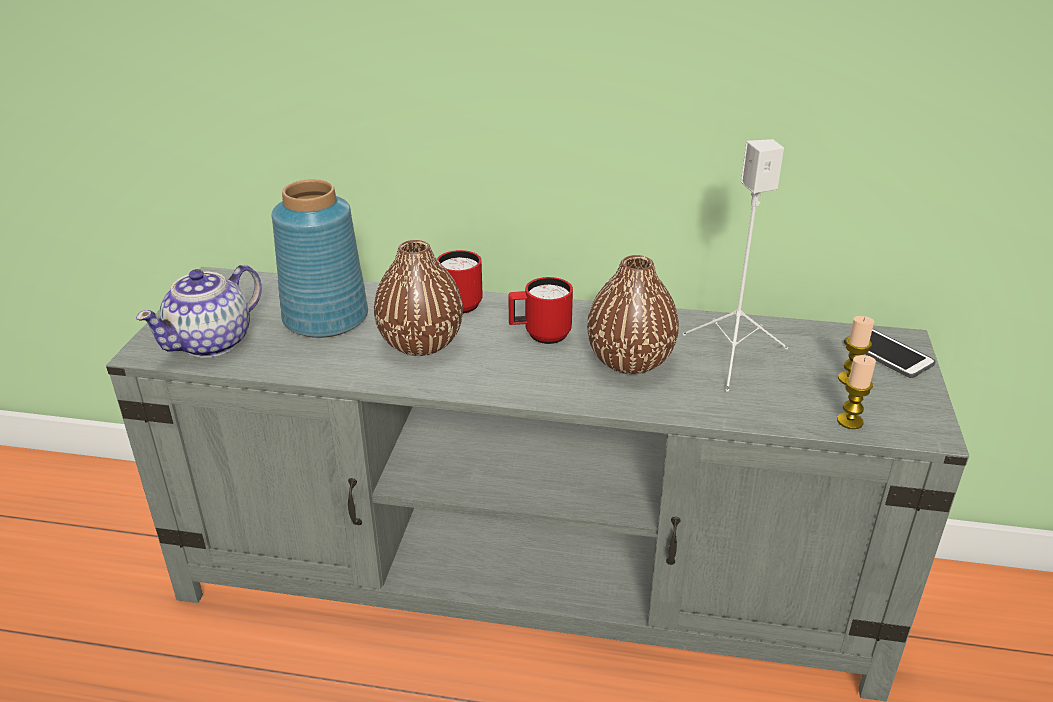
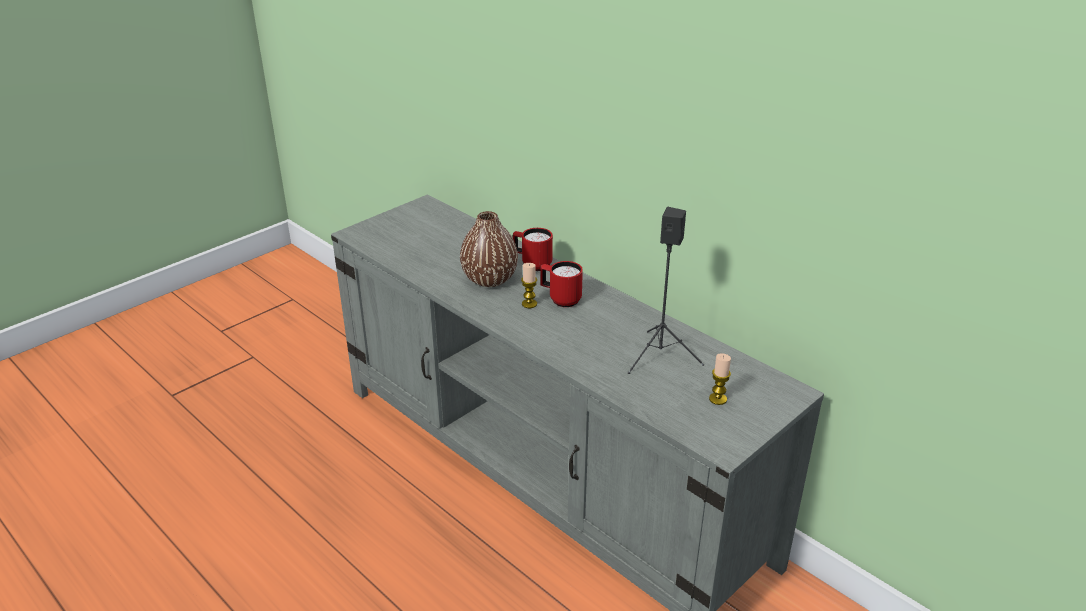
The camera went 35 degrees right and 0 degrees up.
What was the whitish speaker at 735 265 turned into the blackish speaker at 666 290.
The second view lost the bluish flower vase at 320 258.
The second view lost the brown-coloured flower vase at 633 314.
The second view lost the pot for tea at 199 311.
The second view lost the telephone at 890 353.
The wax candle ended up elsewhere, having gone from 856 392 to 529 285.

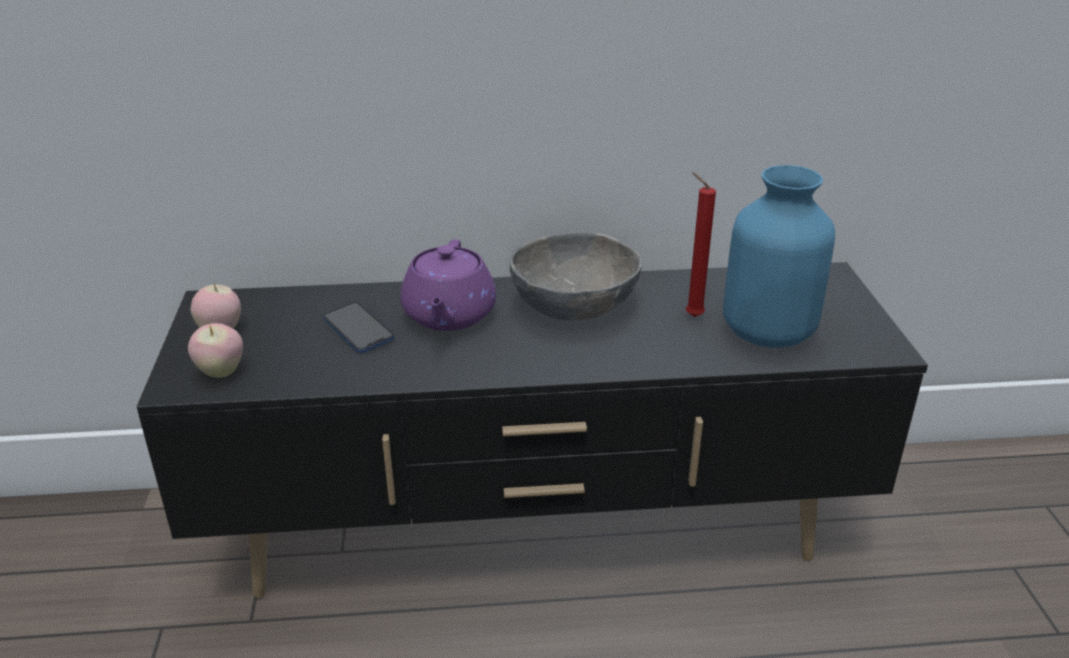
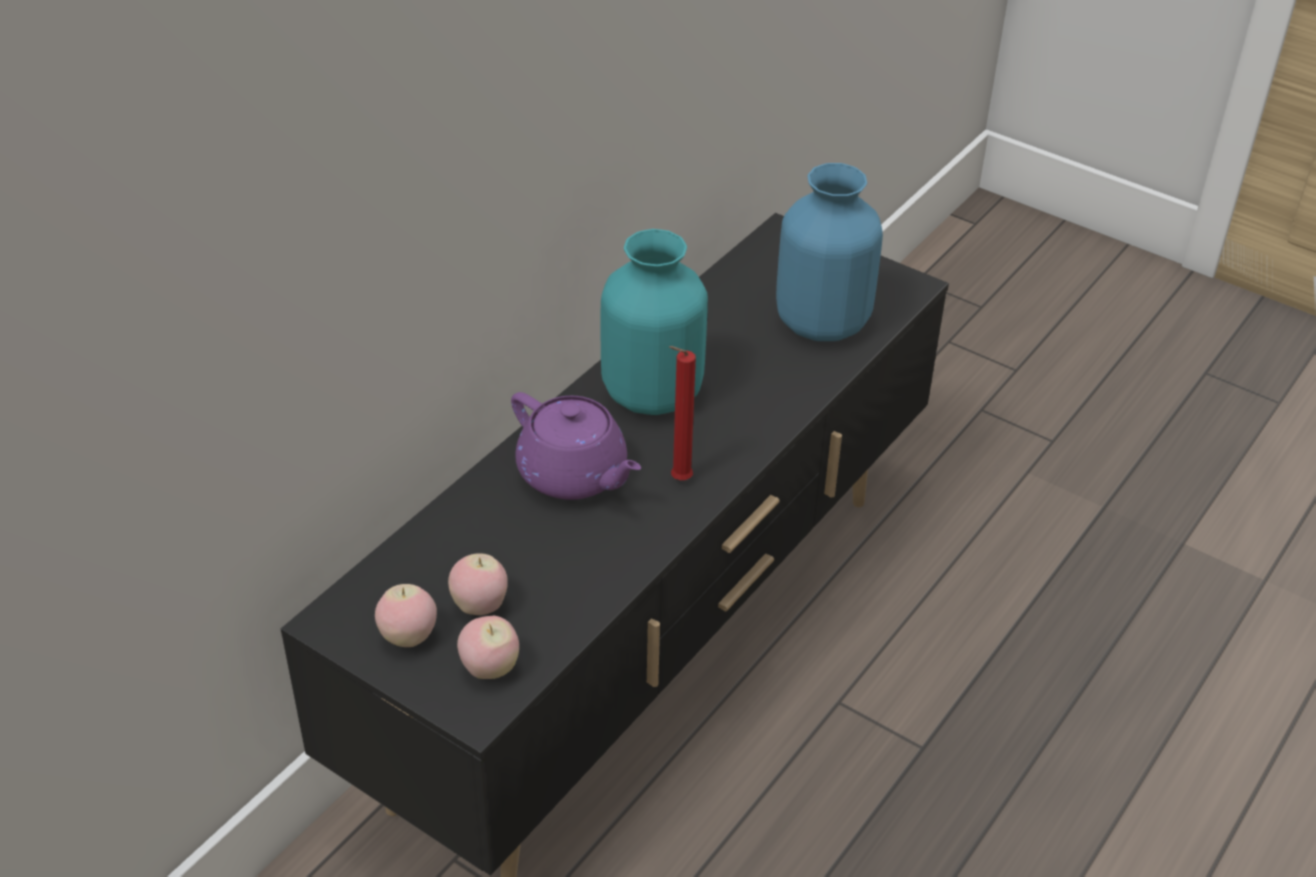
The camera went 50 degrees left and 10 degrees up.
The reddish wax candle ended up elsewhere, having gone from 701 244 to 682 413.
Where the grey bowl stood at 576 276, the blue-green flower vase came to stand at 654 322.
The second view lost the telephone at 358 327.
The second view gained the apple fruit at 478 584.

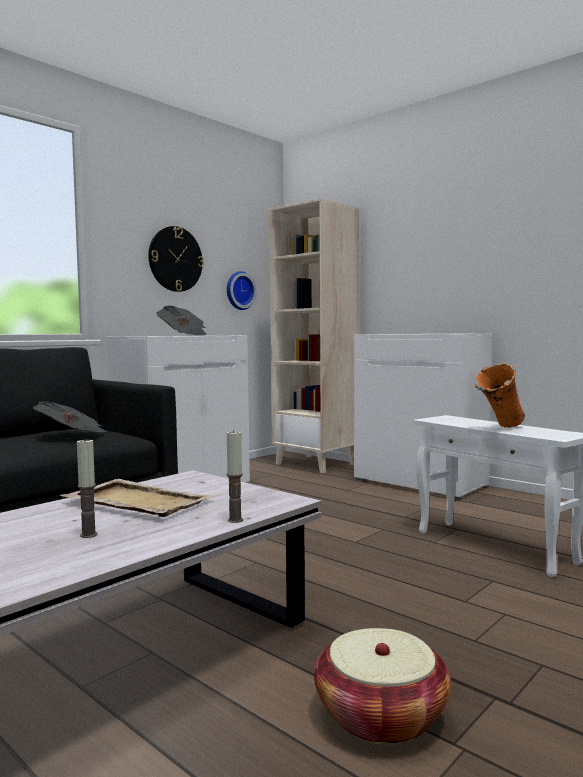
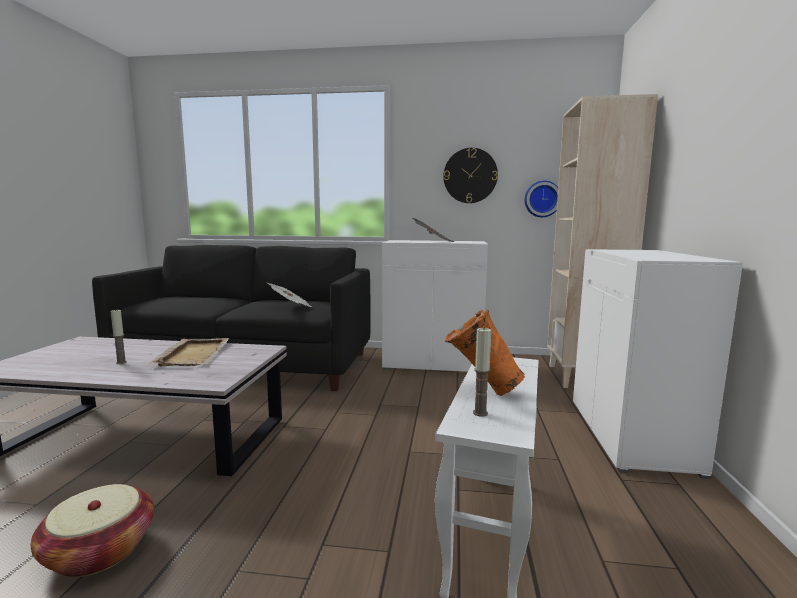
The camera went 55 degrees right and 5 degrees up.
The wax candle ended up elsewhere, having gone from 235 476 to 482 372.

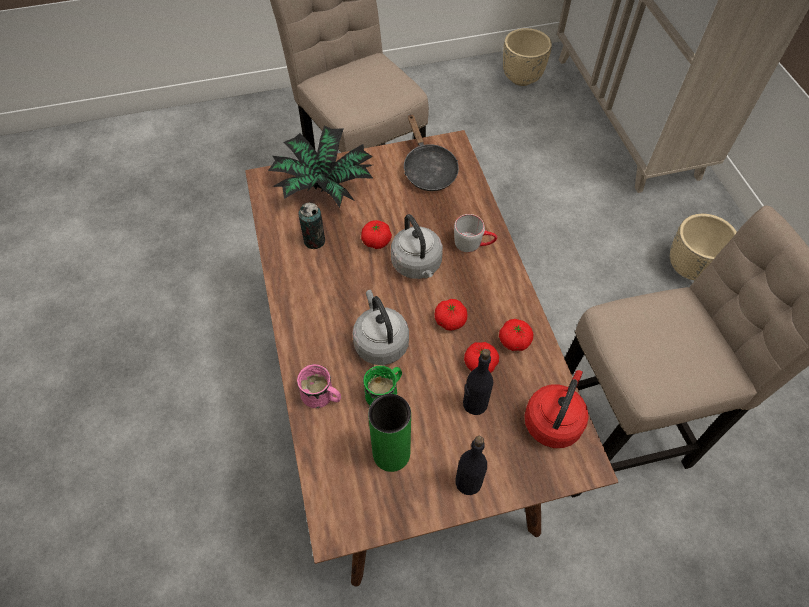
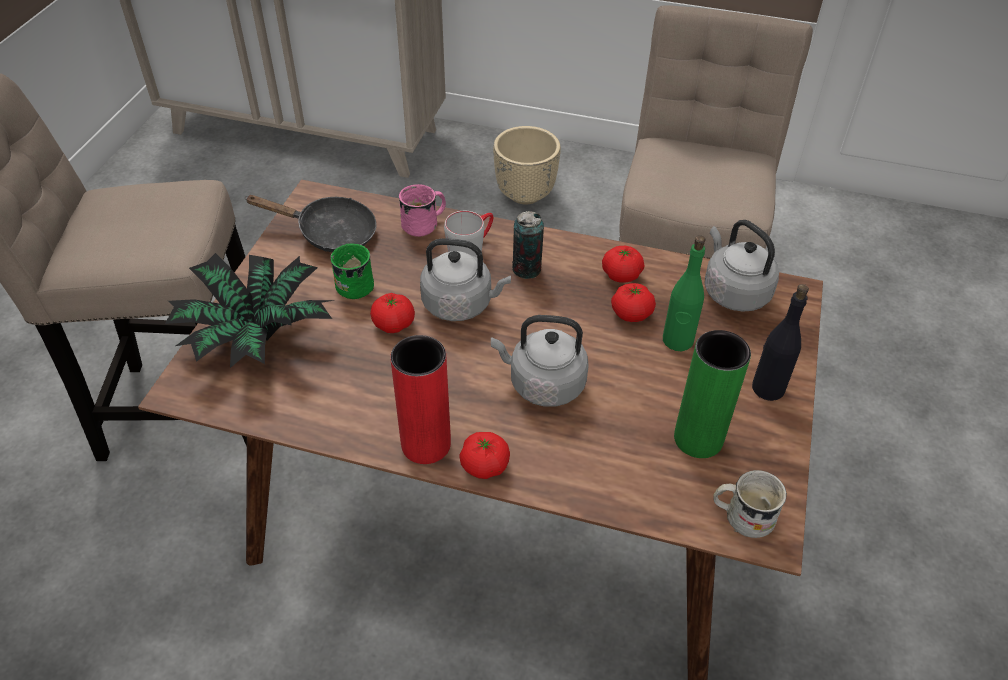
The camera went 60 degrees left and 10 degrees down.
The second view lost the sand-coloured planter at 527 57.
The can ended up elsewhere, having gone from 311 225 to 528 245.
The fresh tomato ended up elsewhere, having gone from 451 315 to 484 455.
What was the blackish bottle at 478 382 turned into the green-coloured bottle at 684 293.
The pink coffee mug ended up elsewhere, having gone from 319 386 to 422 210.
The green-coloured coffee mug ended up elsewhere, having gone from 382 385 to 352 271.
What was the reddish kettle at 556 409 turned into the grey kettle at 741 266.
The second view gained the reddish flower vase at 420 399.
The second view gained the whitish coffee mug at 750 504.

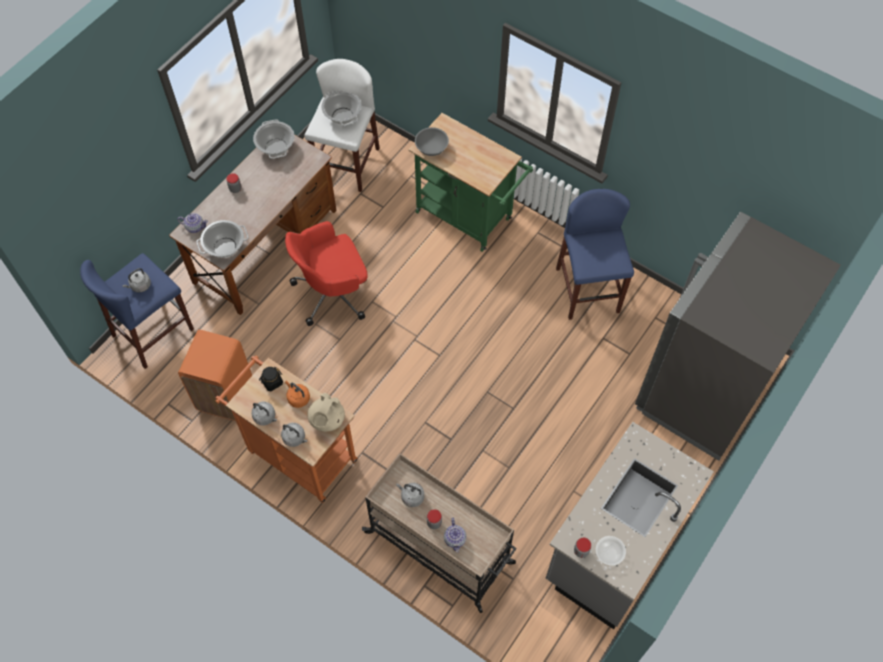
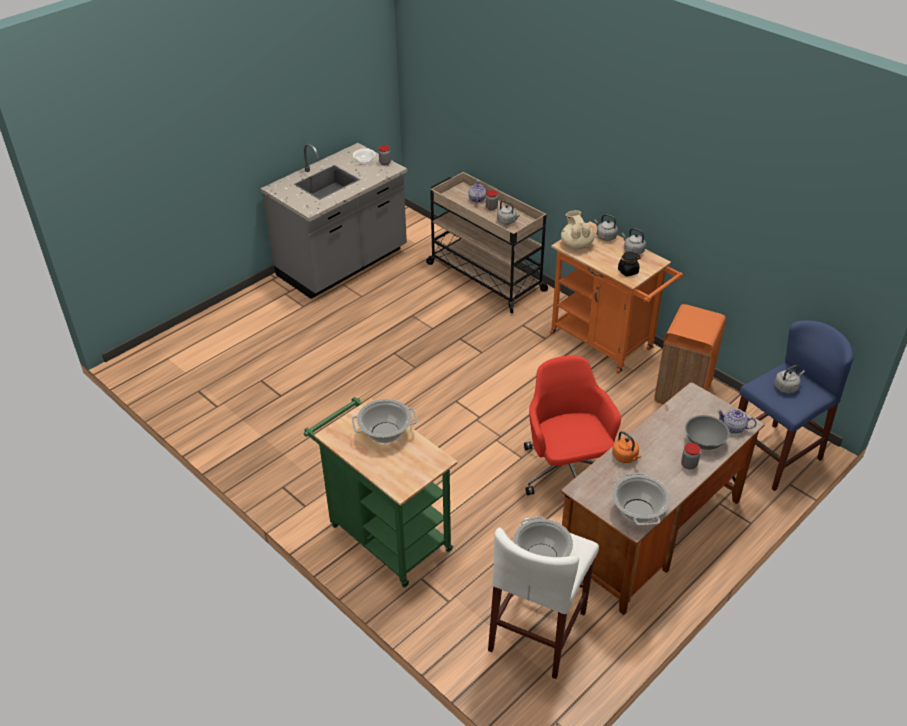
The camera went 170 degrees left and 20 degrees down.
The grey bowl ended up elsewhere, having gone from 432 141 to 707 432.
The second view lost the bluish stool at 595 254.
The second view lost the grey refrigerator at 738 336.
The saucepot ended up elsewhere, having gone from 222 239 to 384 421.
The reddish computer chair at 326 273 ended up facing another way, 90 degrees counterclockwise from before.
The orange kettle ended up elsewhere, having gone from 297 394 to 626 447.
The sand-coloured pot for tea at 326 412 ended up facing another way, 45 degrees counterclockwise from before.

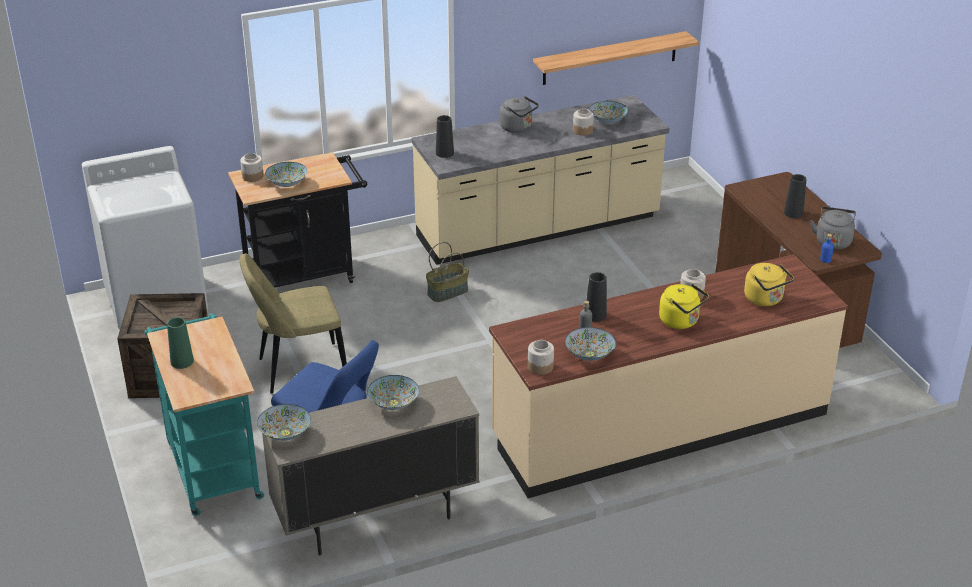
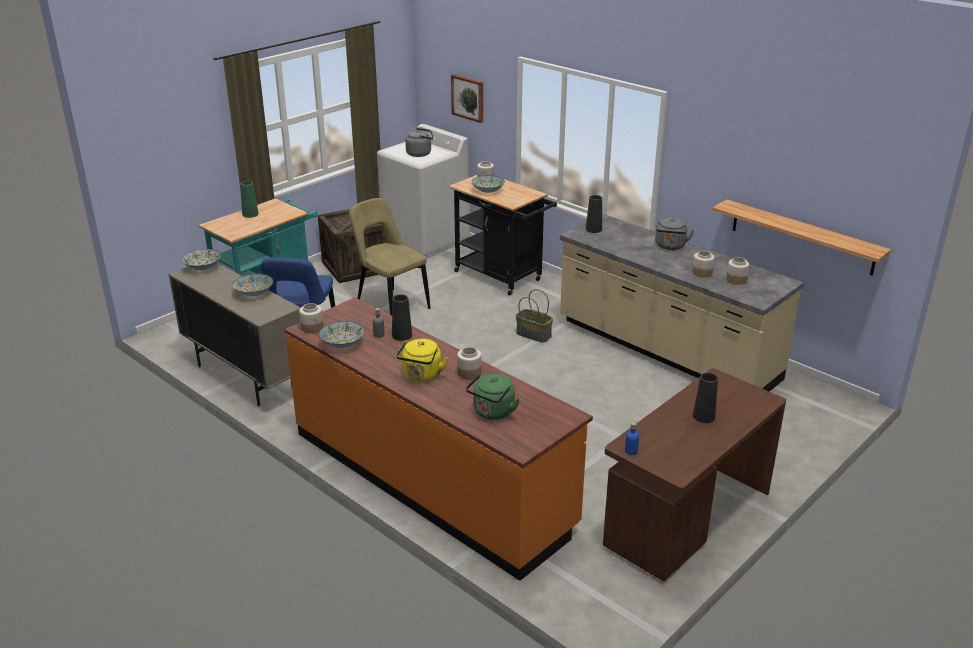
The camera went 65 degrees right and 5 degrees down.
Where the bowl stood at 608 112, the preserve jar came to stand at 737 271.
The grey kettle ended up elsewhere, having gone from 833 228 to 419 142.
What was the sand-coloured counter at 668 376 turned into the orange counter at 438 439.
What was the yellow-coloured kettle at 769 284 turned into the green-coloured kettle at 493 397.
The second view gained the wall art at 467 98.

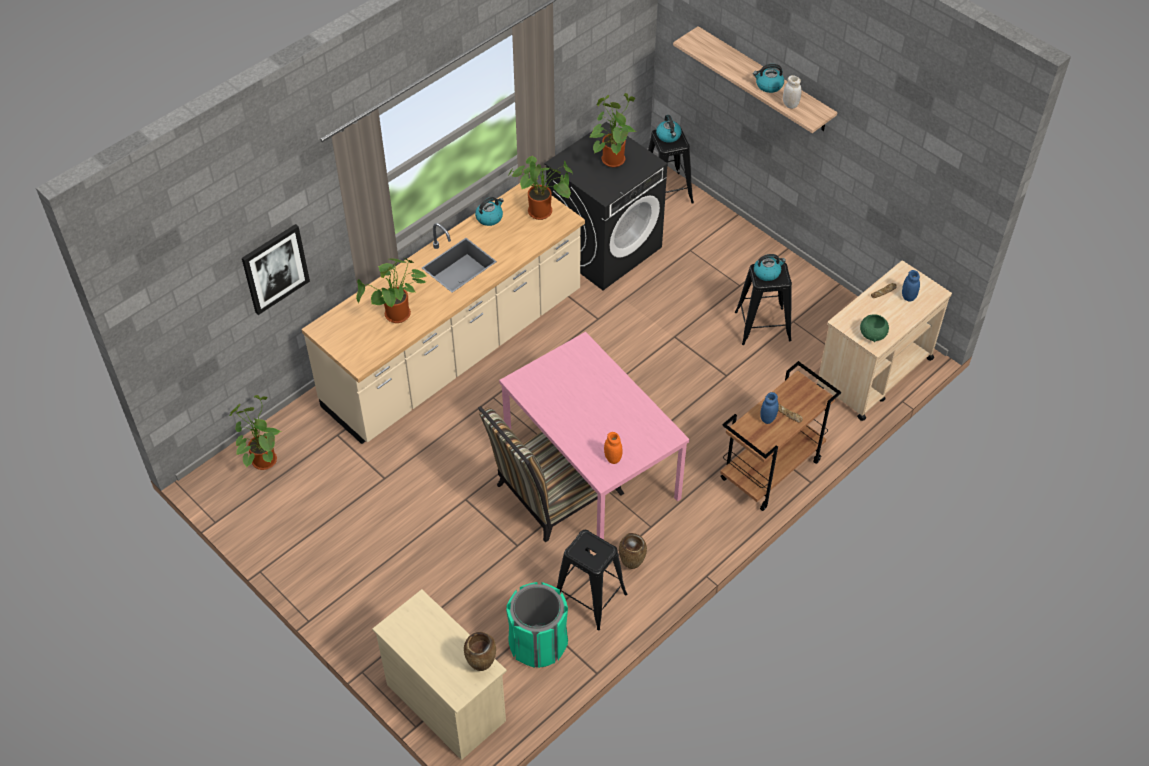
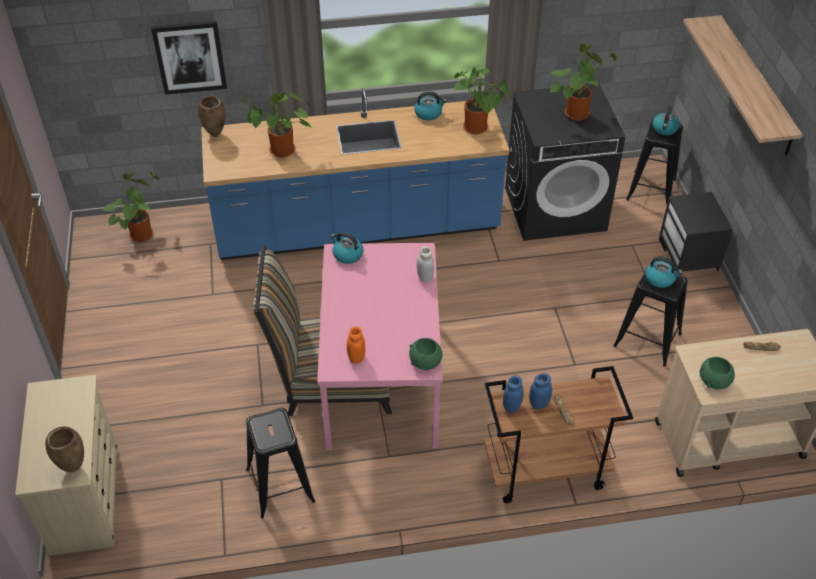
The camera went 35 degrees right and 5 degrees down.
The kettle ended up elsewhere, having gone from 768 78 to 347 248.
The whitish preserve jar ended up elsewhere, having gone from 792 92 to 425 264.
What was the sand-coloured counter at 443 311 turned into the bluish counter at 355 174.
The bluish preserve jar ended up elsewhere, having gone from 911 286 to 513 394.
The brown-coloured flower vase ended up elsewhere, having gone from 633 551 to 211 116.
The second view lost the green-coloured trash can at 537 625.
The second view gained the blackish nightstand at 696 232.
The second view gained the green-coloured bowl at 425 354.

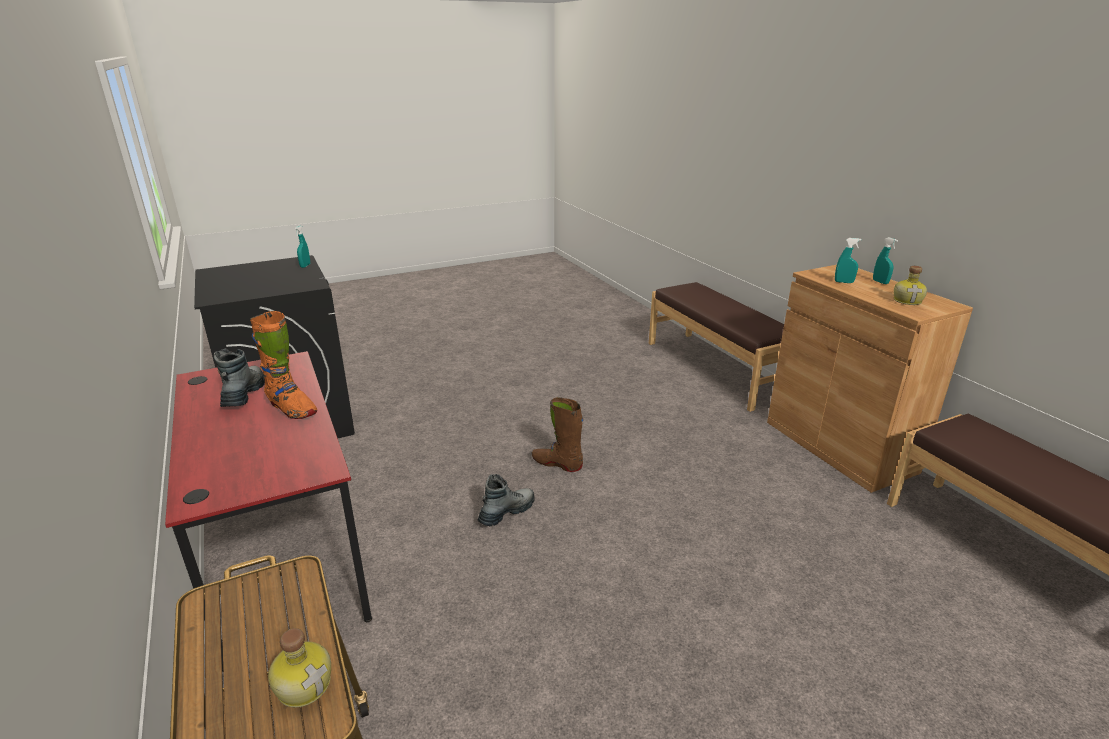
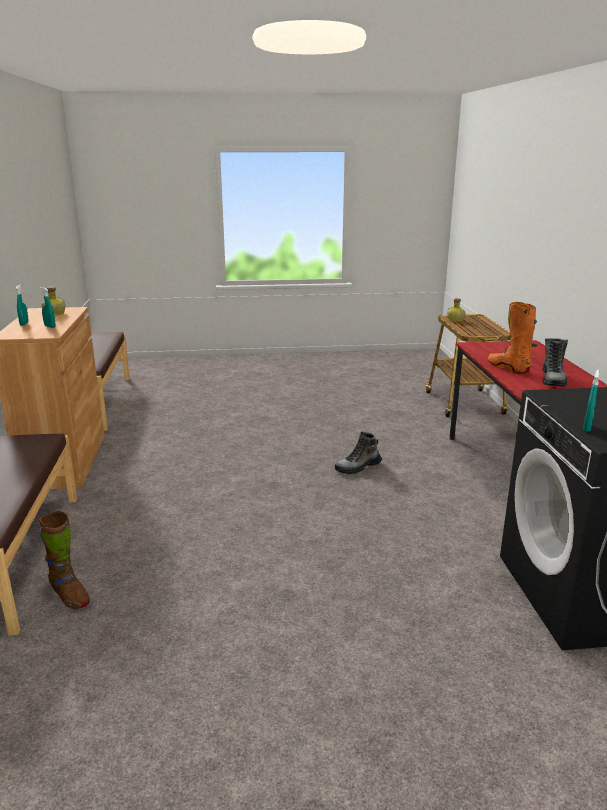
The camera went 160 degrees left and 5 degrees down.
The brown-coloured high-top boot ended up elsewhere, having gone from 557 434 to 64 560.

